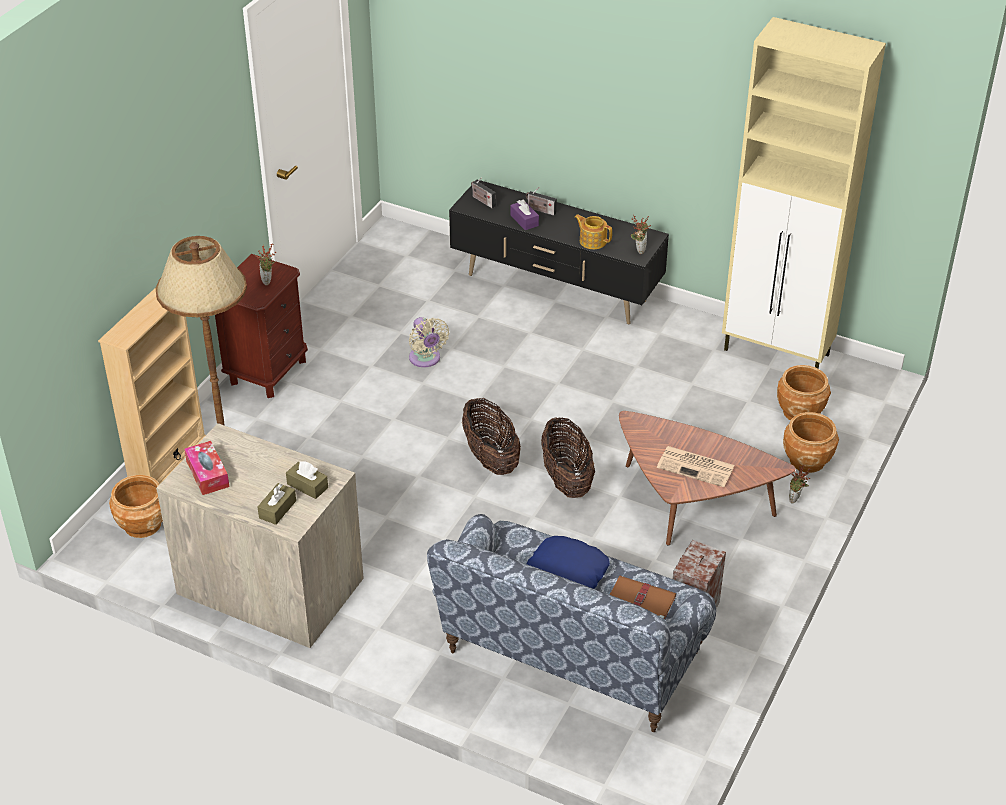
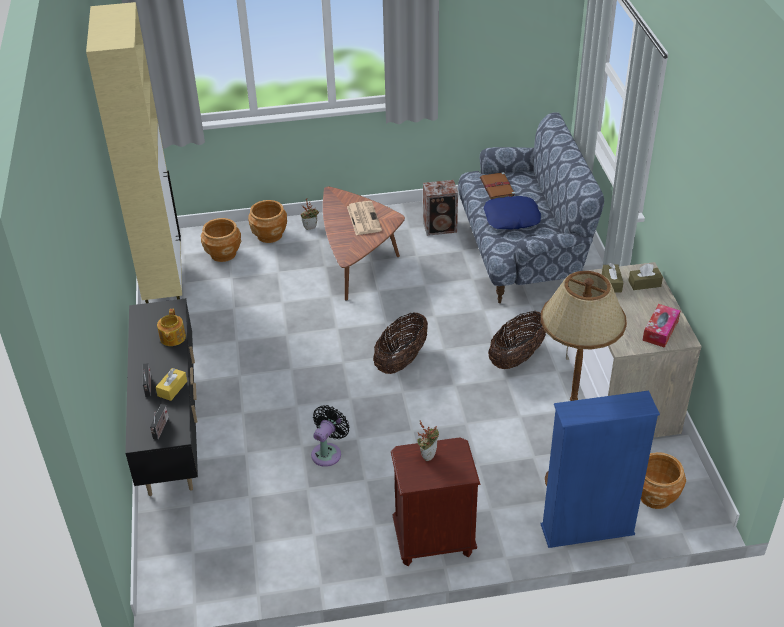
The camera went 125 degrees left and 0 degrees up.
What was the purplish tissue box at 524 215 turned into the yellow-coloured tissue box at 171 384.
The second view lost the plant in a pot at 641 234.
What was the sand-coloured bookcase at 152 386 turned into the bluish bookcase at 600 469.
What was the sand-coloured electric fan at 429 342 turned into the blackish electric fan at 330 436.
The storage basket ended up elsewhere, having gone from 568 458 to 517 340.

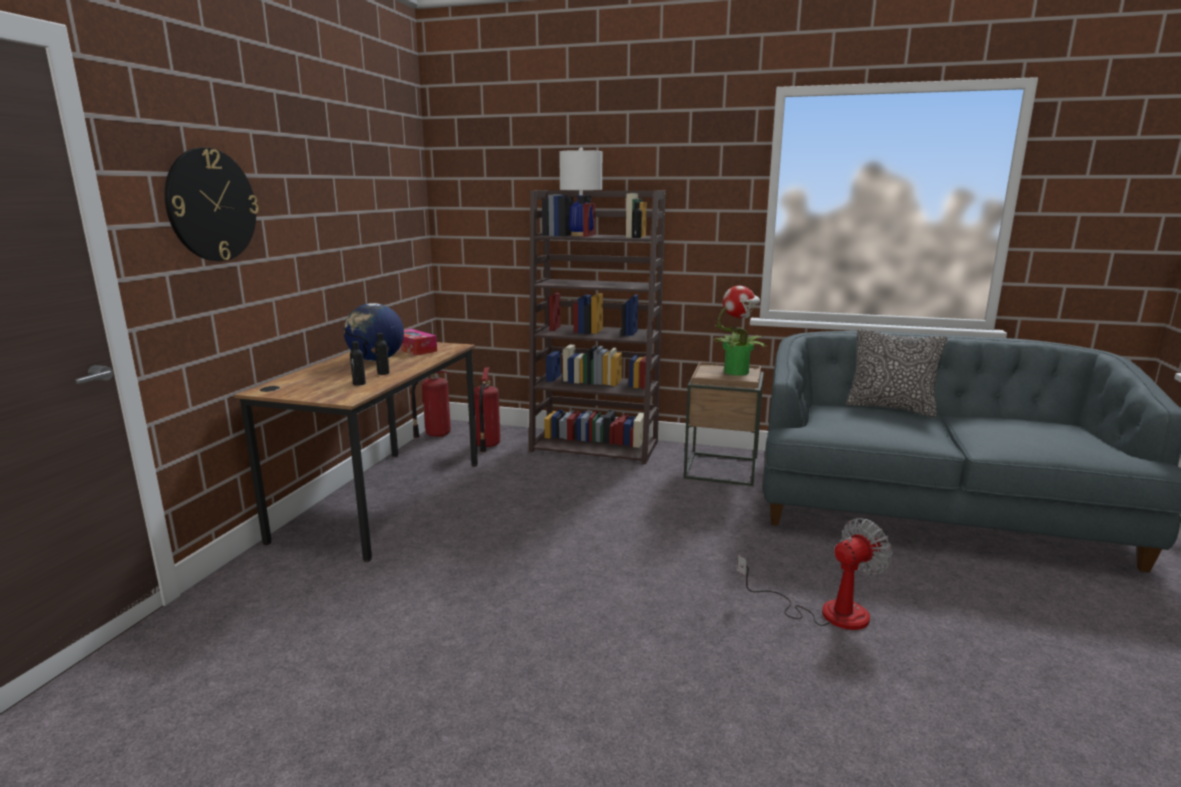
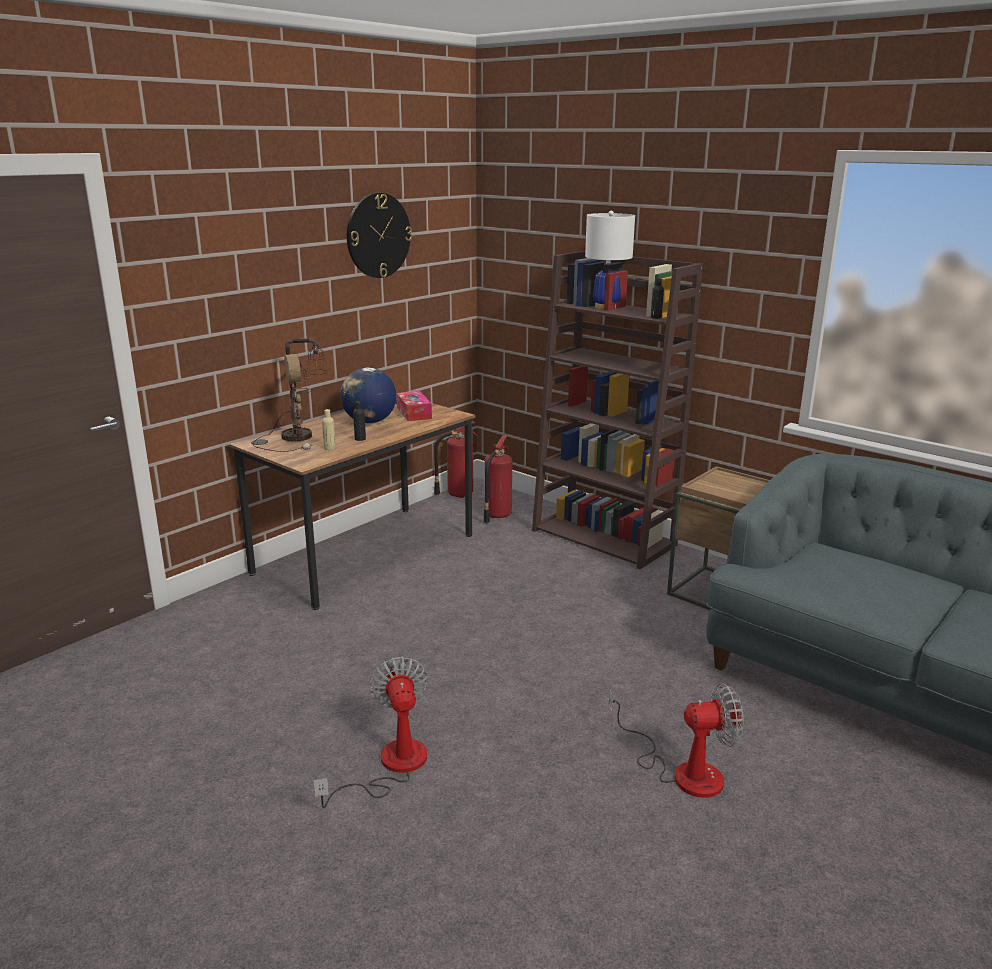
The camera went 25 degrees right and 5 degrees up.
The wall clock ended up elsewhere, having gone from 211 204 to 379 235.
The second view lost the plant in a pot at 739 330.
The second view lost the pillow at 896 373.
What was the blackish bottle at 358 363 turned into the sand-coloured bottle at 329 429.
The second view gained the lamp for a table at 290 395.
The second view gained the electric fan at 370 732.

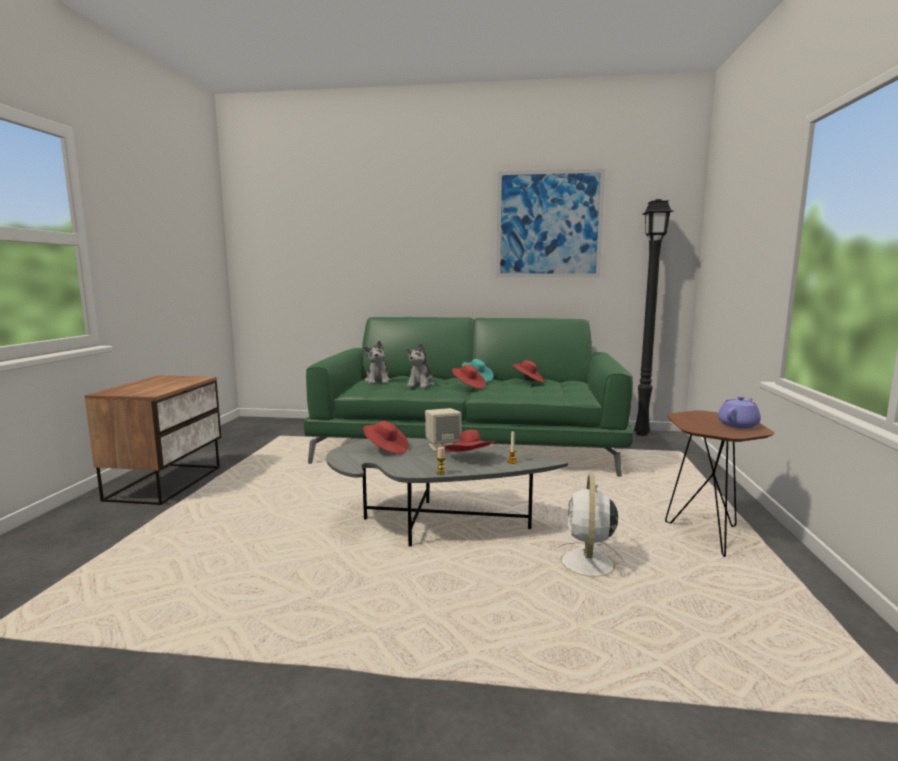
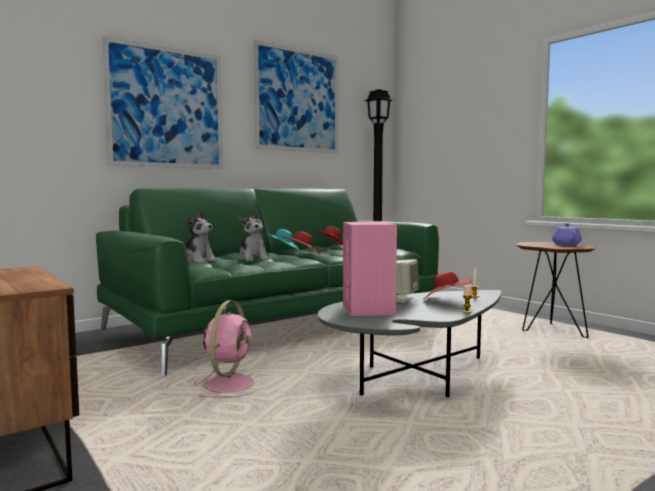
The camera went 45 degrees left and 5 degrees down.
Where the reddish clothing hat stood at 385 437, the pink speaker came to stand at 370 269.
The second view lost the whitish electric fan at 589 530.
The second view gained the wall art at 162 102.
The second view gained the pink electric fan at 227 349.

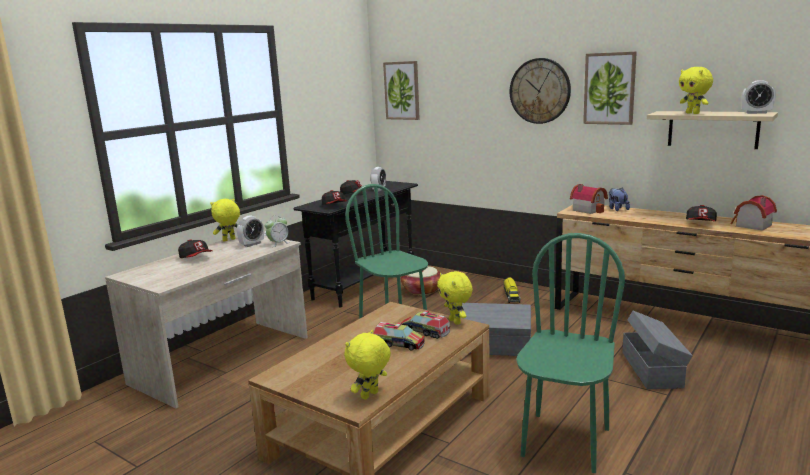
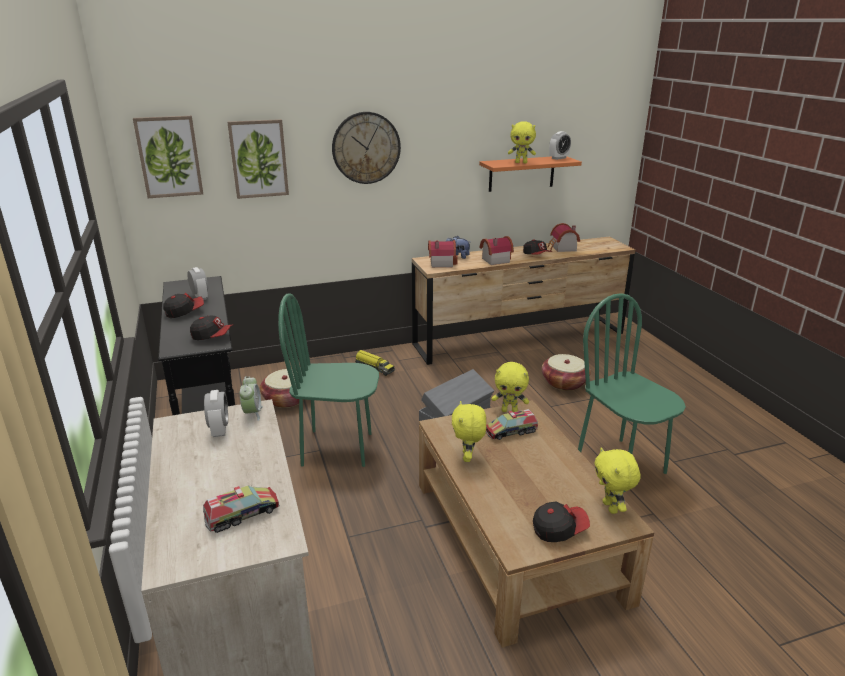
The camera went 55 degrees left and 10 degrees up.
The wall art ended up elsewhere, having gone from 610 88 to 258 159.
What was the sand-coloured bracket shelf at 712 130 turned into the orange bracket shelf at 530 174.
The yellow-coloured soft toy ended up elsewhere, having gone from 225 220 to 469 431.
The cap ended up elsewhere, having gone from 195 248 to 561 521.
Where the grey storage box stood at 657 350, the storage basket came to stand at 566 372.
The toy lorry ended up elsewhere, having gone from 399 336 to 241 509.
The second view gained the miniature house at 497 250.

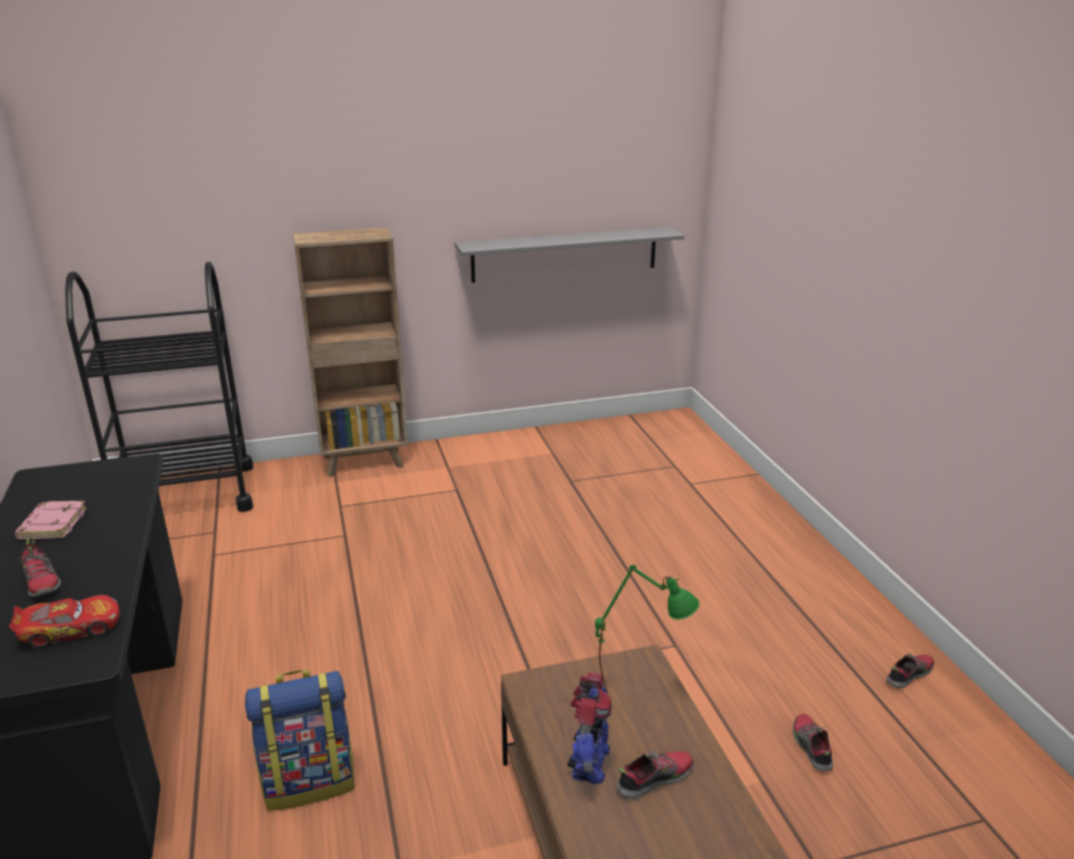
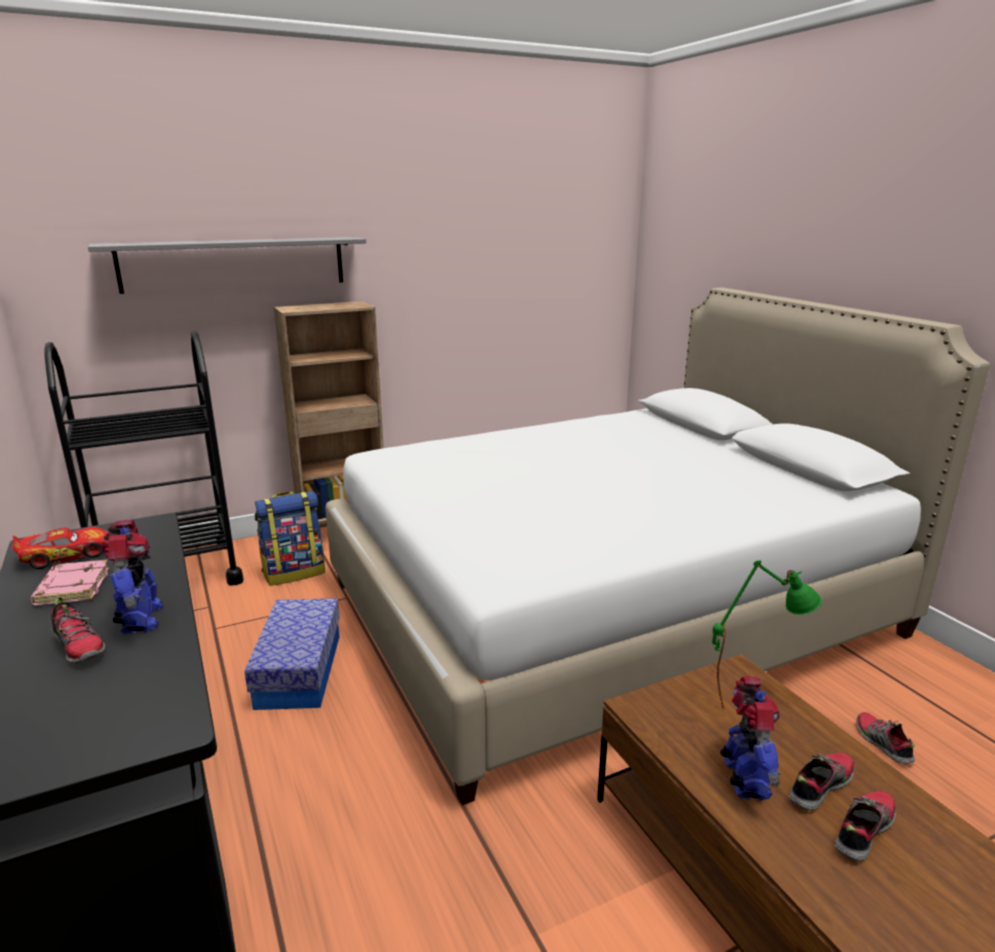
The camera went 10 degrees left and 5 degrees down.
The grey bracket shelf ended up elsewhere, having gone from 569 255 to 227 265.
The miniature car ended up elsewhere, having gone from 64 622 to 59 548.
The shoe ended up elsewhere, having gone from 910 671 to 865 826.
The backpack ended up elsewhere, having gone from 299 740 to 290 538.
The second view gained the whitish bedroom bed at 657 546.
The second view gained the robot figure at 132 577.
The second view gained the storage box at 292 654.

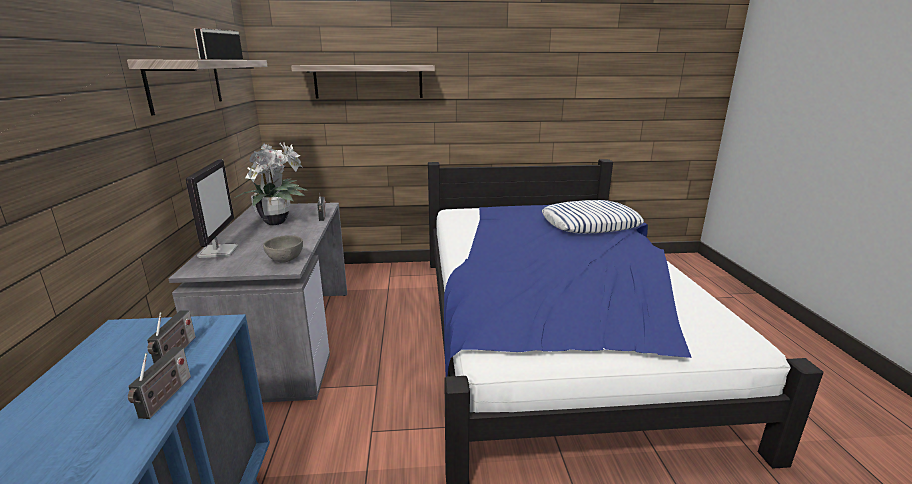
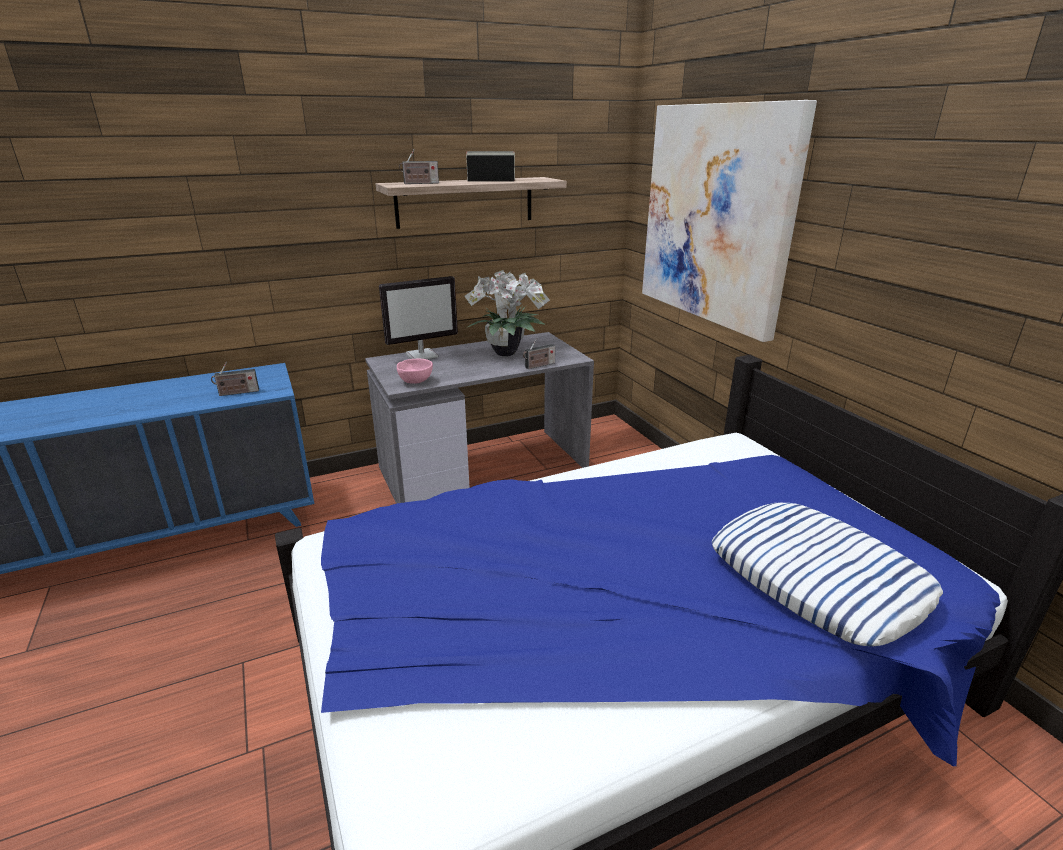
The camera went 70 degrees right and 5 degrees up.
Where the bracket shelf hung at 363 81, the wall art came to hang at 729 221.
What was the grey bowl at 283 249 turned into the pink bowl at 415 371.
The radio set ended up elsewhere, having gone from 159 383 to 419 167.

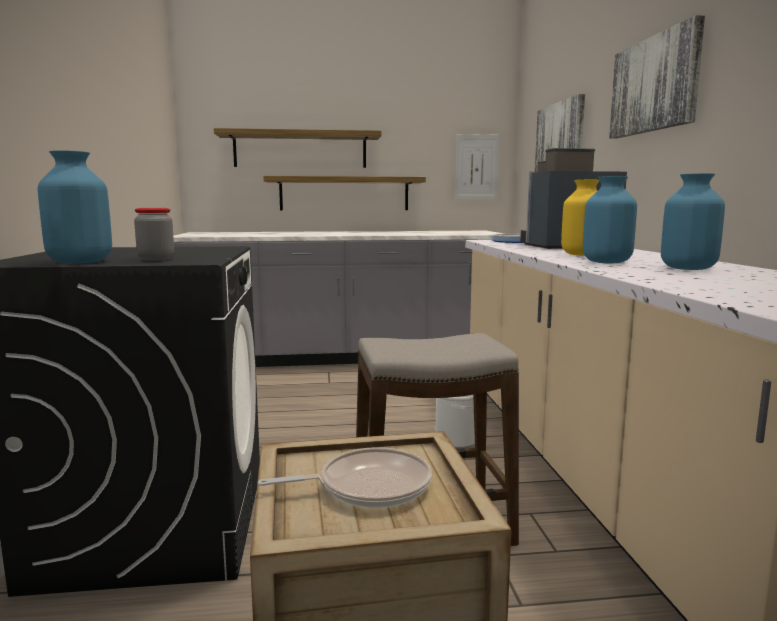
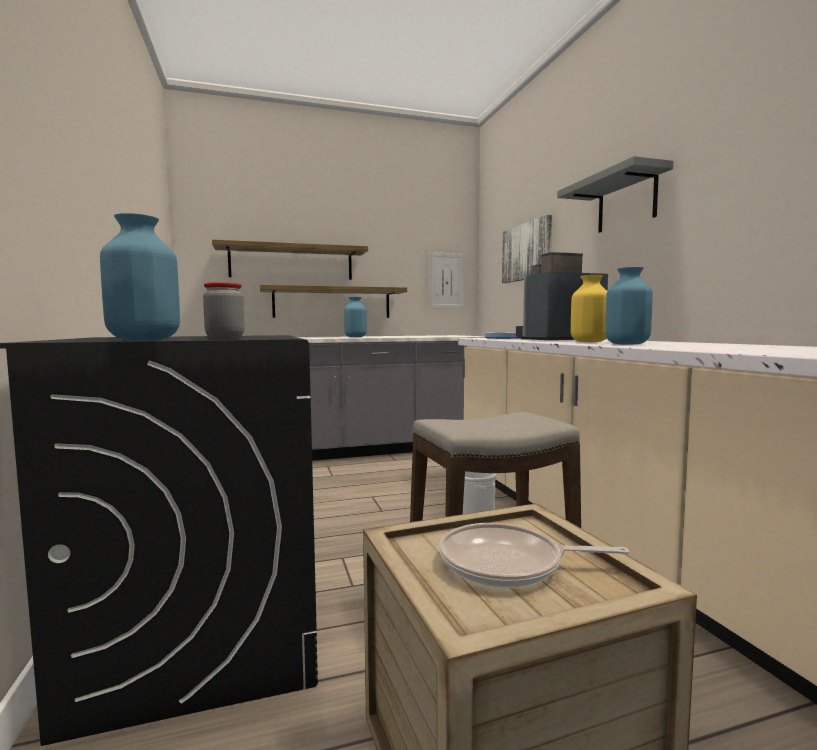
The camera went 10 degrees left and 5 degrees down.
Where the wall art hung at 657 77, the grey bracket shelf came to hang at 615 194.
The bluish flower vase ended up elsewhere, having gone from 693 221 to 355 317.
The pan at 345 477 ended up facing another way, 150 degrees counterclockwise from before.

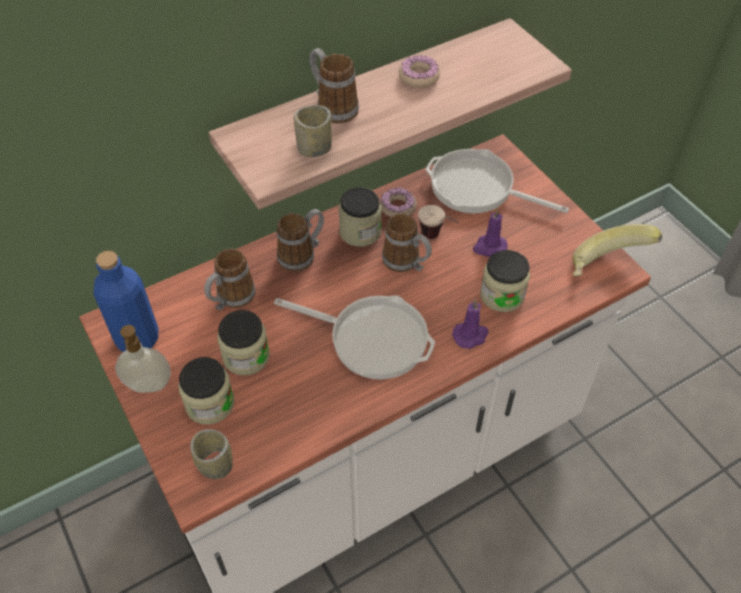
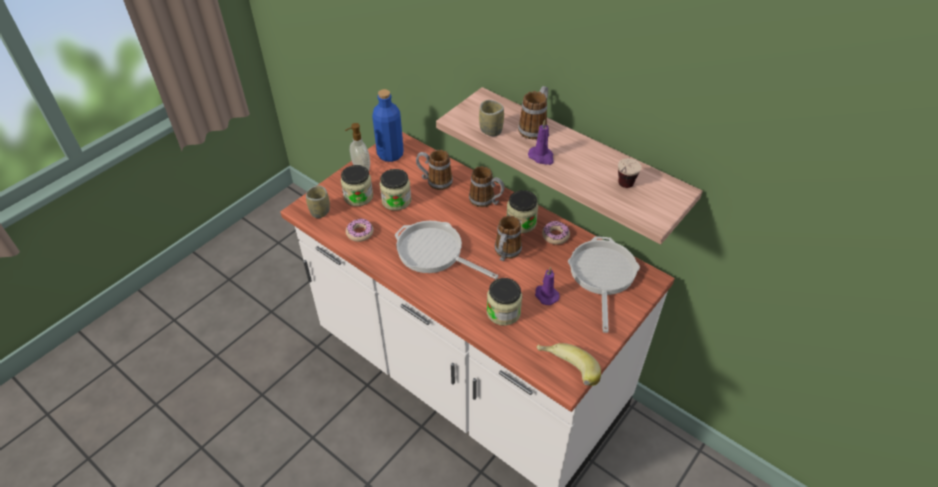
The camera went 70 degrees right and 5 degrees down.
The ring doughnut ended up elsewhere, having gone from 419 71 to 360 230.
The drinking cup ended up elsewhere, having gone from 438 222 to 630 173.
The pan at 354 337 ended up facing another way, 120 degrees clockwise from before.
The purplish wax candle ended up elsewhere, having gone from 470 324 to 541 142.

